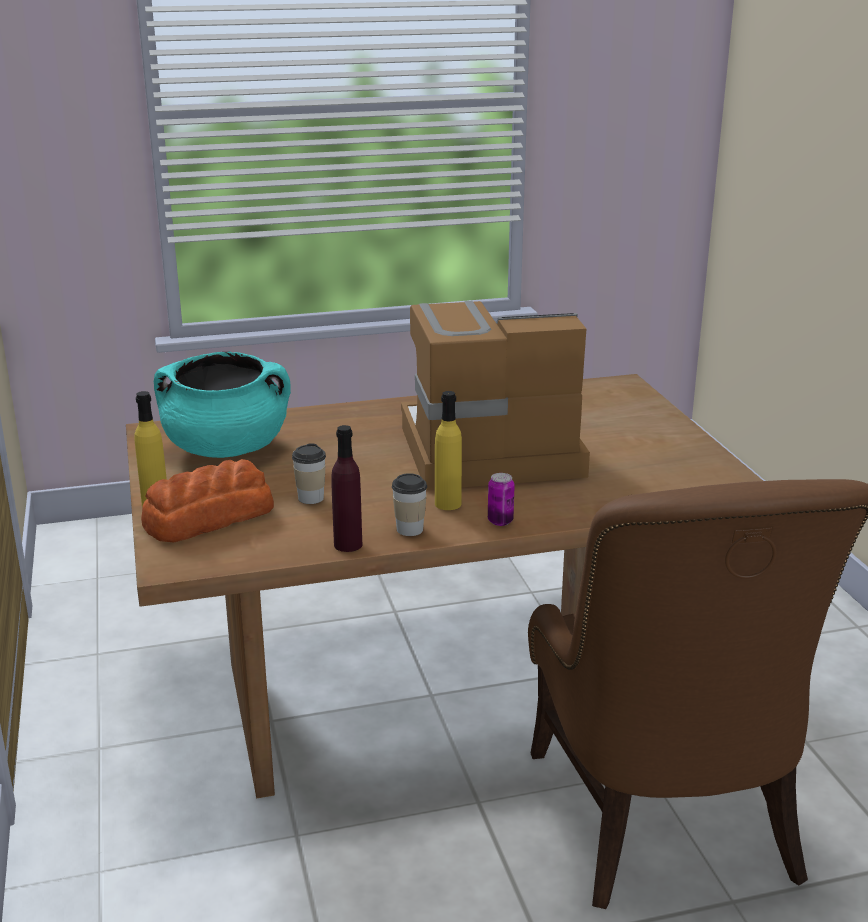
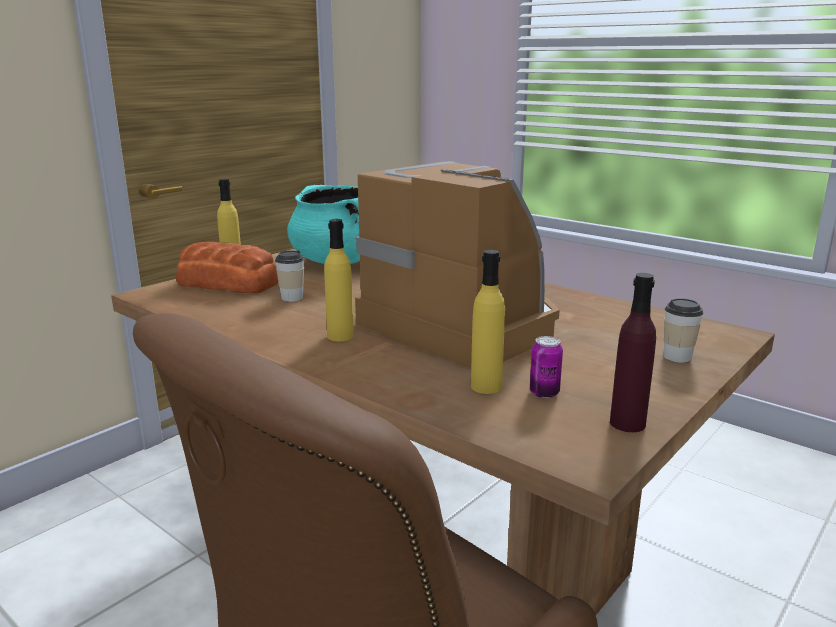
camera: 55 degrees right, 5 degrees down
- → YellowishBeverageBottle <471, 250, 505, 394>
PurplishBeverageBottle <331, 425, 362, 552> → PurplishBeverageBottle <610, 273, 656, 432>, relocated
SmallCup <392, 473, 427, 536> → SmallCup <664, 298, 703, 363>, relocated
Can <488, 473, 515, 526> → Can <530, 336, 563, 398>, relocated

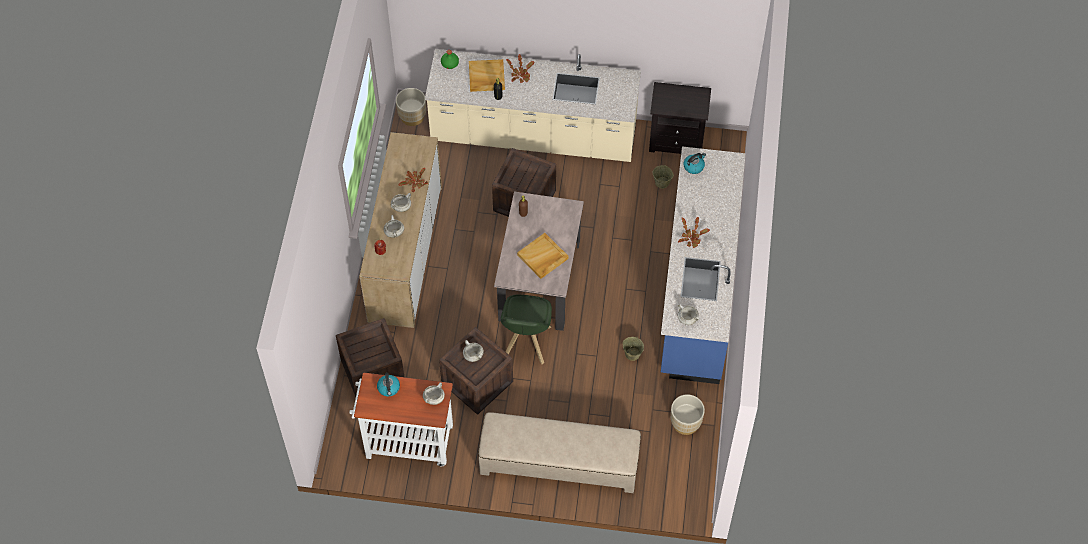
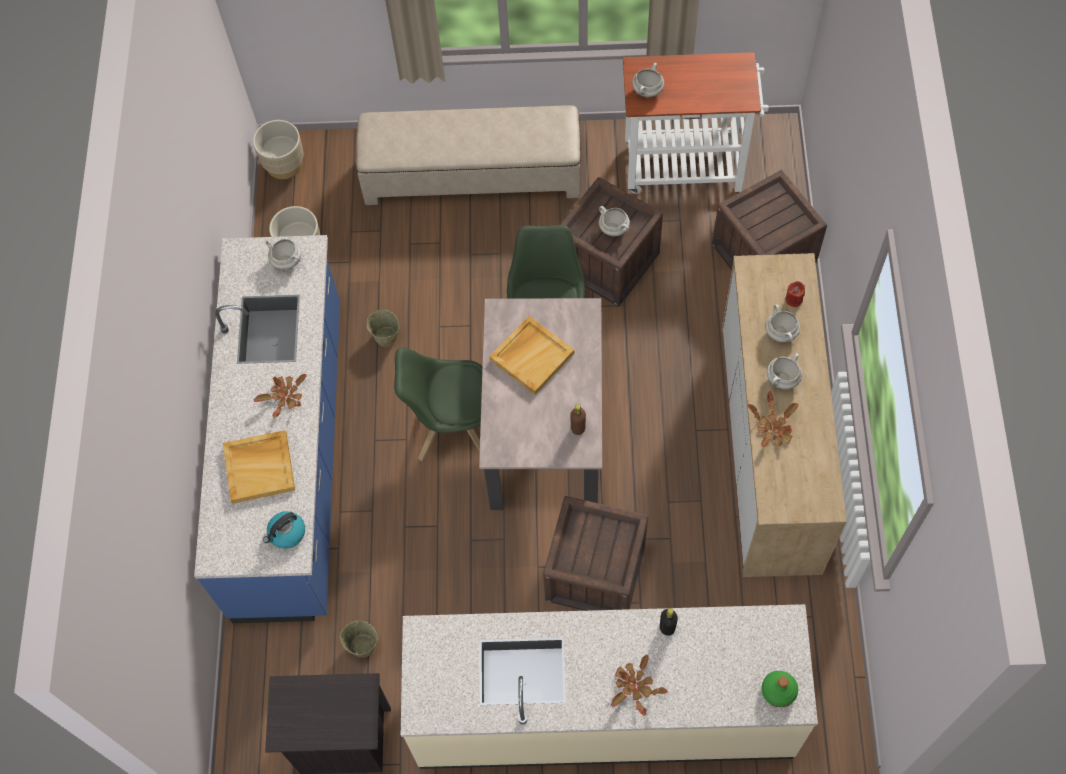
camera: 175 degrees right, 5 degrees up
Kettle <377, 373, 400, 396> → -
- → GreenColouredUprightChair <394, 348, 482, 461>
SandColouredFlowerPot <396, 88, 426, 126> → SandColouredFlowerPot <253, 120, 304, 179>, relocated
SandColouredCarryingTray <469, 59, 505, 92> → SandColouredCarryingTray <223, 430, 295, 504>, relocated

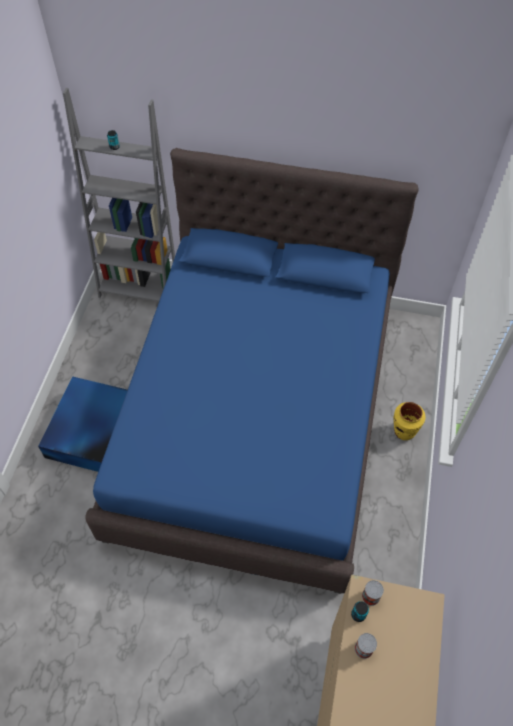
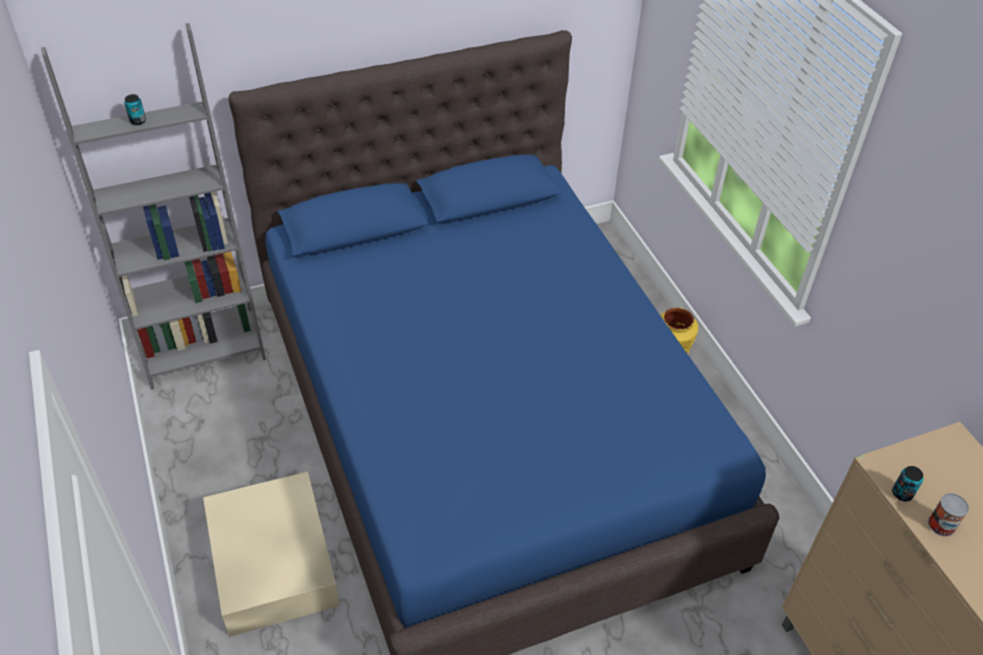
camera: 35 degrees left, 10 degrees down
Can <362, 580, 384, 606> → -
BlueColouredStorageContainer <38, 376, 128, 472> → SandColouredStorageContainer <203, 471, 340, 637>

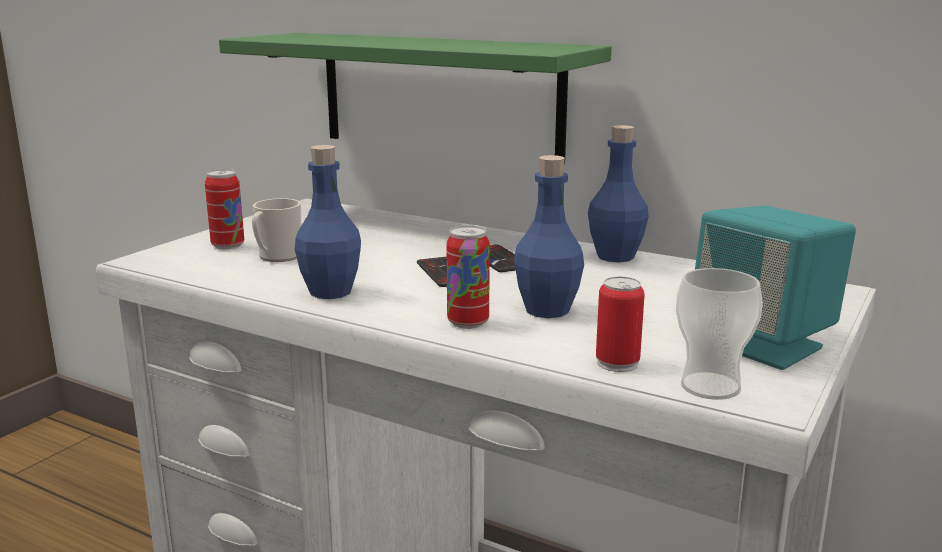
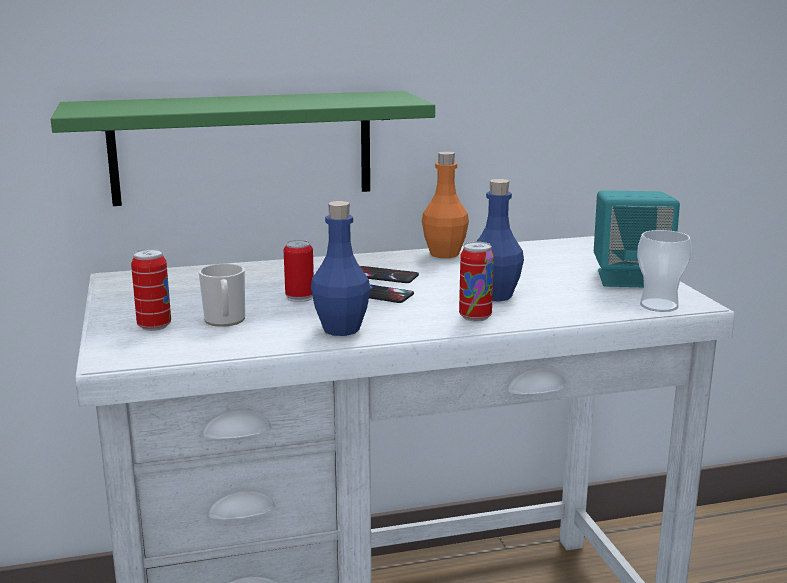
camera: 45 degrees left, 0 degrees up
Can <596, 276, 645, 372> → Can <284, 240, 314, 302>, relocated
BlueColouredBeverageBottle <588, 125, 649, 263> → OrangeBeverageBottle <422, 151, 469, 258>

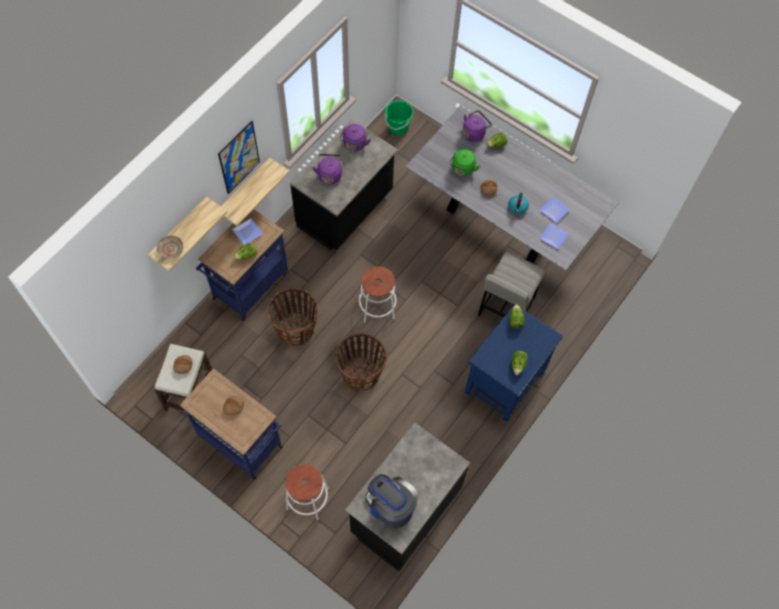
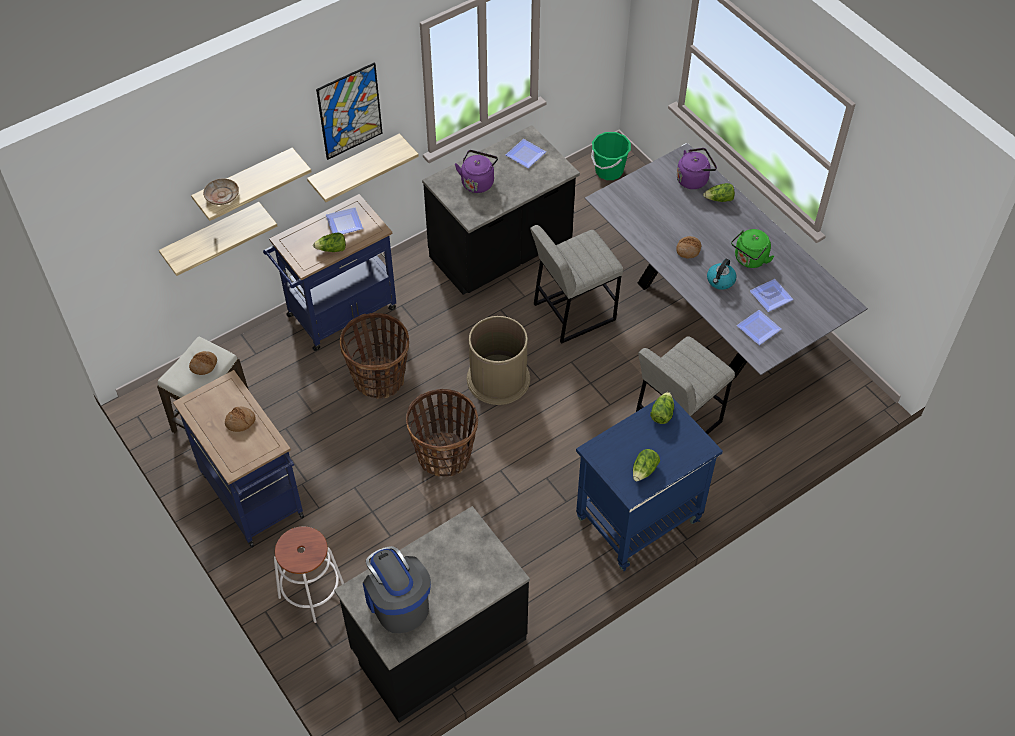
camera: 20 degrees right, 10 degrees down
- → Shelf <159, 202, 277, 276>
- → GreyishUprightChair <530, 225, 623, 344>
GreenColouredKettle <449, 149, 480, 176> → GreenColouredKettle <731, 229, 774, 268>, relocated
PurplishKettle <340, 124, 371, 151> → FlatDish <506, 139, 546, 168>
WhiteSittingStool <359, 266, 396, 323> → BrownRubbishBin <467, 316, 530, 405>

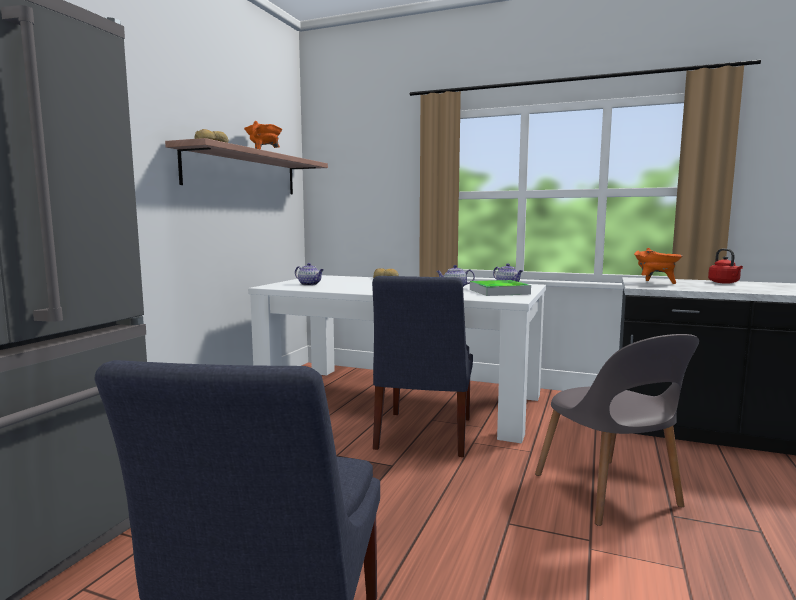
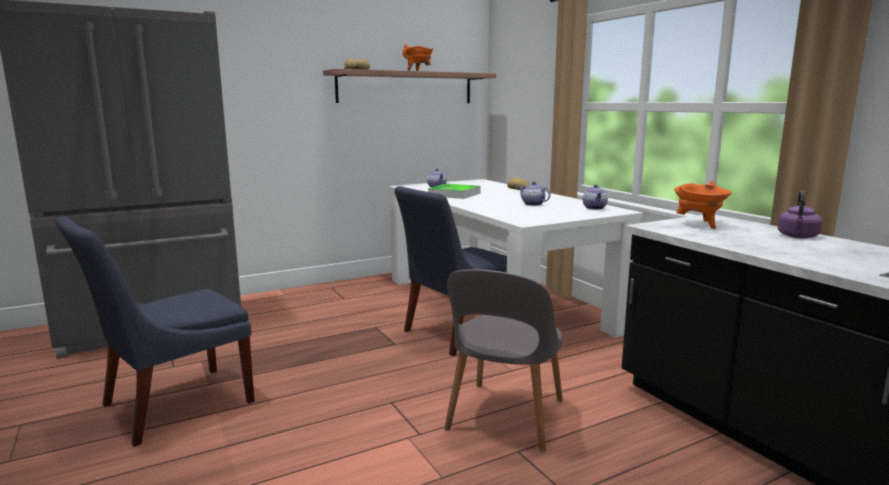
camera: 40 degrees right, 5 degrees up
CarryingTray <470, 280, 531, 296> → CarryingTray <428, 183, 481, 199>, relocated
RedKettle <708, 249, 743, 284> → PurplishKettle <778, 191, 822, 238>

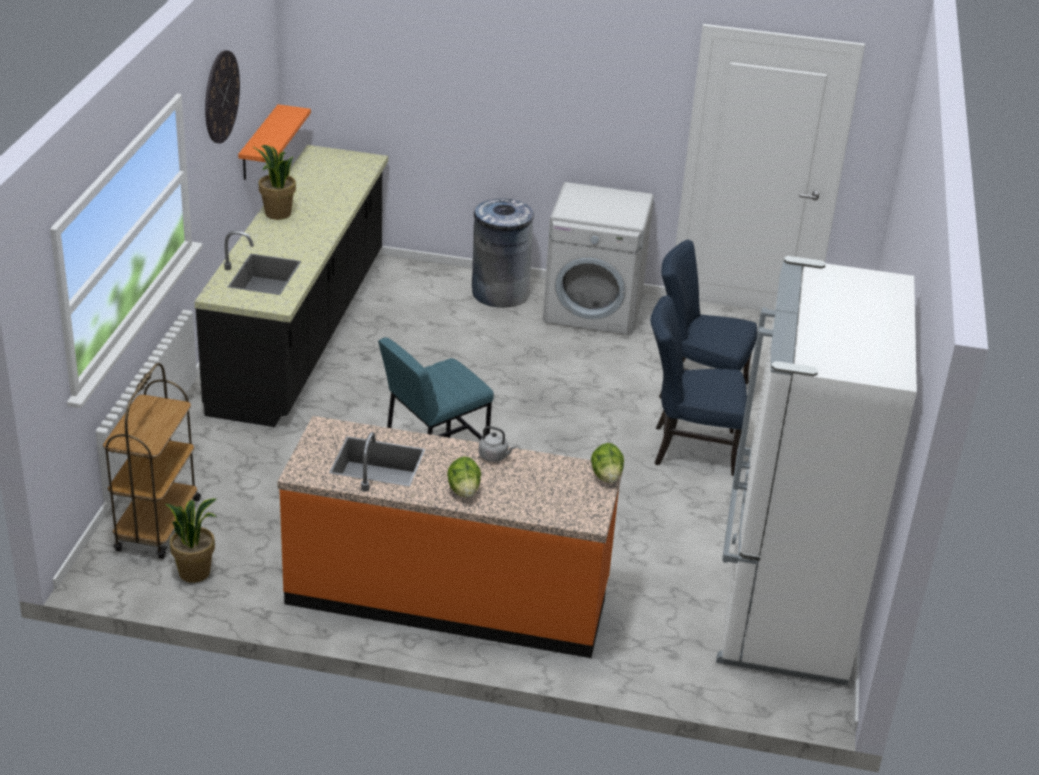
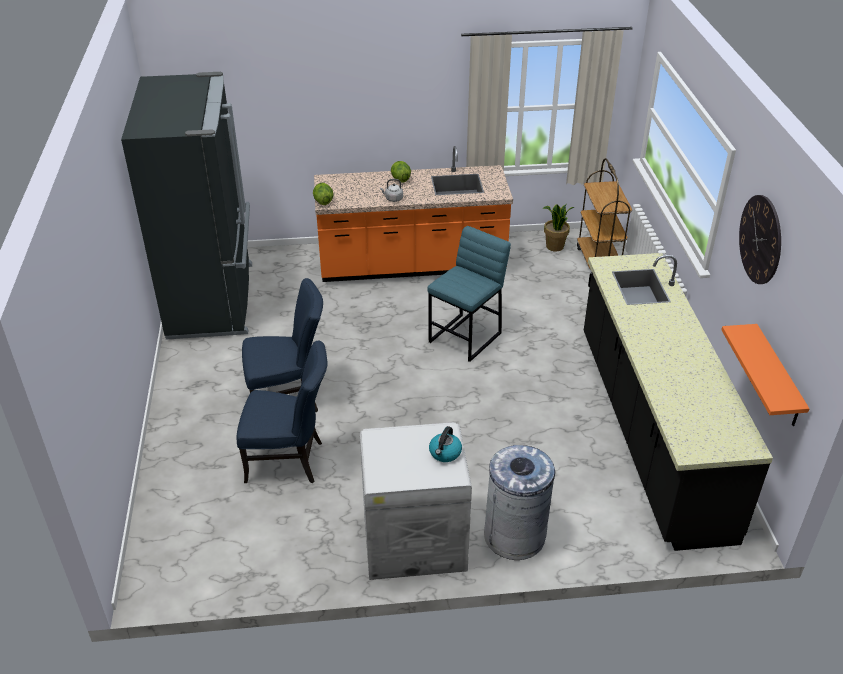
camera: 165 degrees right, 5 degrees up
PottedPlant <254, 145, 296, 220> → -
- → Kettle <429, 426, 462, 462>
WhiteFridge <716, 256, 917, 686> → BlackFridge <121, 72, 252, 340>

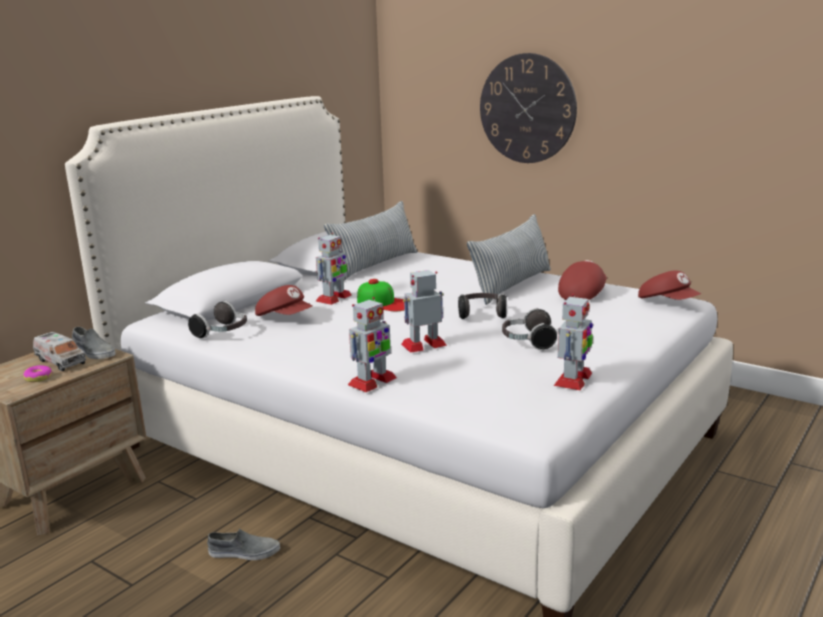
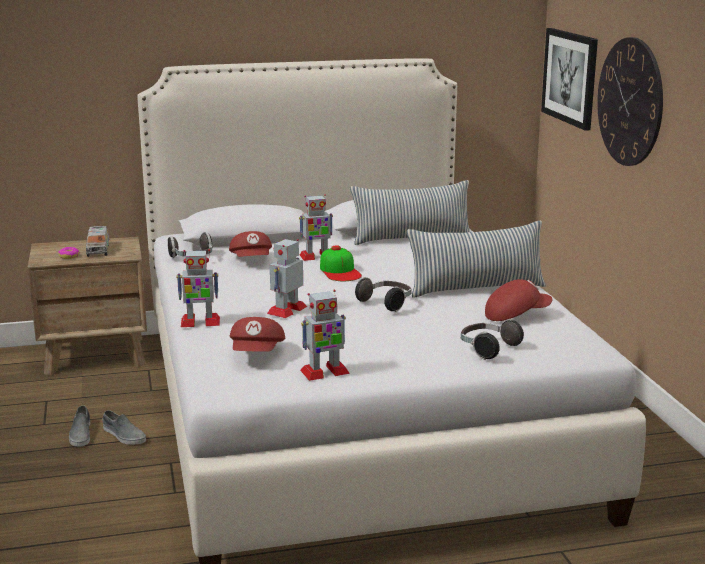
camera: 40 degrees right, 0 degrees up
- → Picture <541, 28, 598, 131>
GreyishLowShoe <72, 327, 116, 359> → GreyishLowShoe <69, 406, 90, 447>, relocated
Headset <502, 308, 557, 351> → Headset <461, 319, 524, 360>, relocated
RedCap <638, 270, 701, 300> → RedCap <230, 317, 285, 352>, relocated
ToyRobot <401, 270, 447, 353> → ToyRobot <267, 239, 307, 318>, 75 degrees counterclockwise

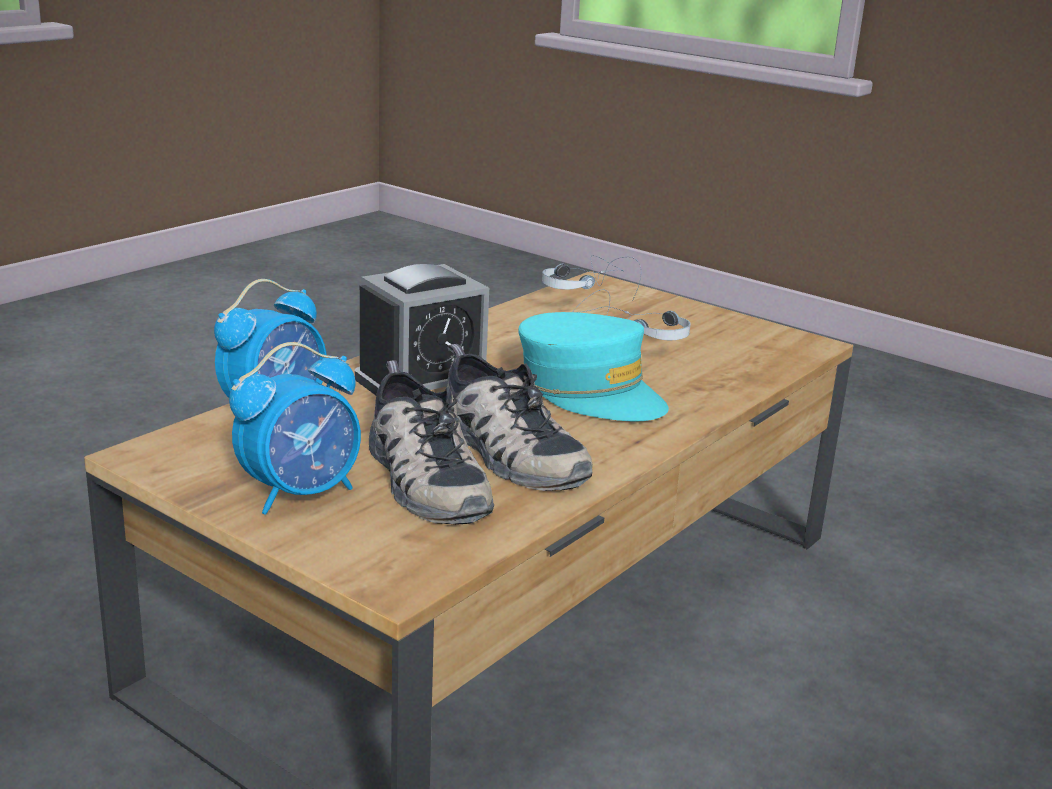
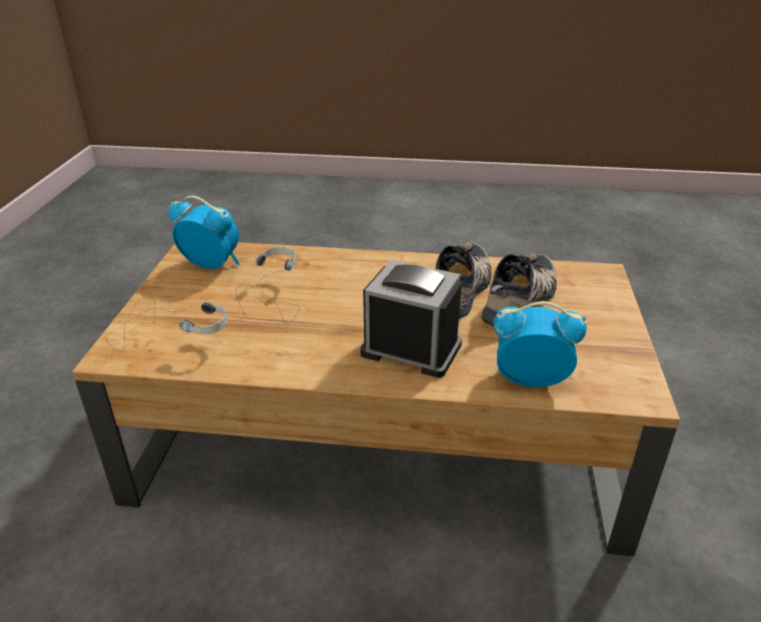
camera: 120 degrees left, 10 degrees up
BlueGreenCap <518, 312, 669, 421> → -
BedsideClock <229, 342, 361, 515> → BedsideClock <169, 196, 239, 269>, relocated

